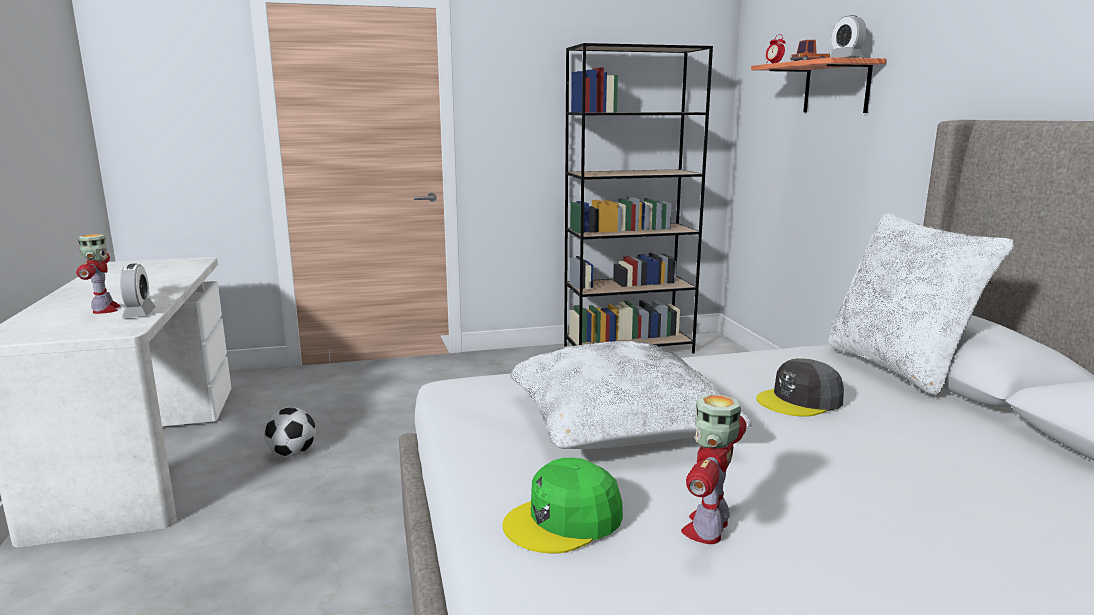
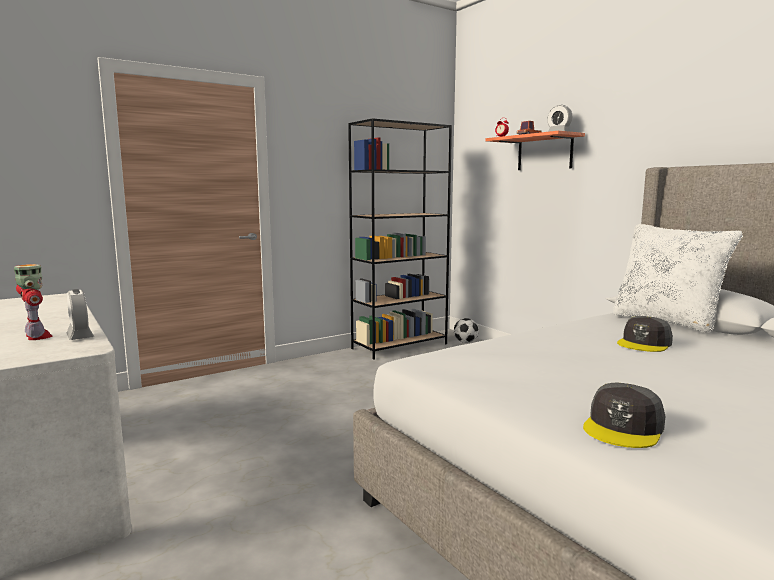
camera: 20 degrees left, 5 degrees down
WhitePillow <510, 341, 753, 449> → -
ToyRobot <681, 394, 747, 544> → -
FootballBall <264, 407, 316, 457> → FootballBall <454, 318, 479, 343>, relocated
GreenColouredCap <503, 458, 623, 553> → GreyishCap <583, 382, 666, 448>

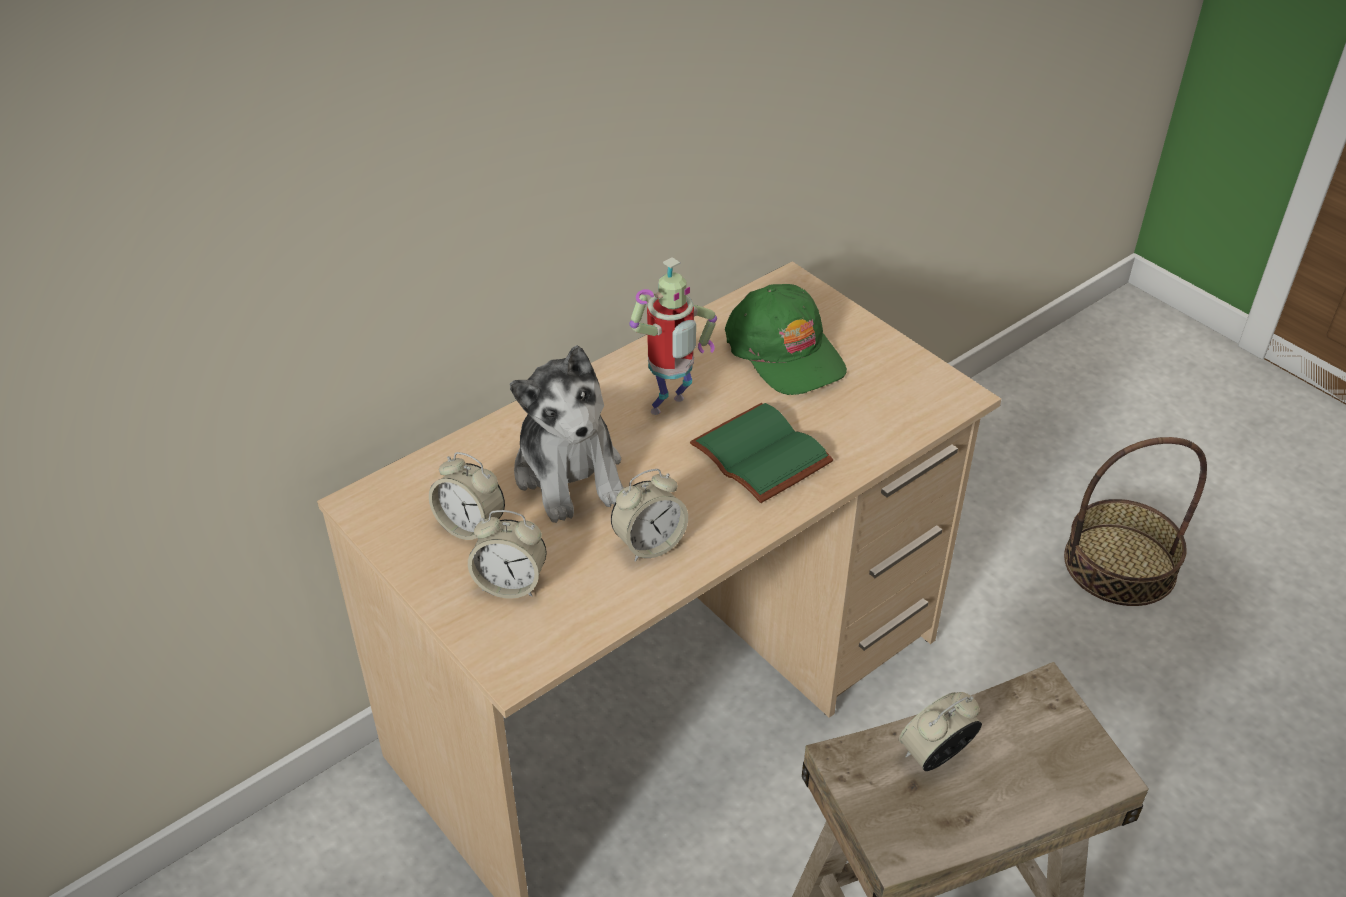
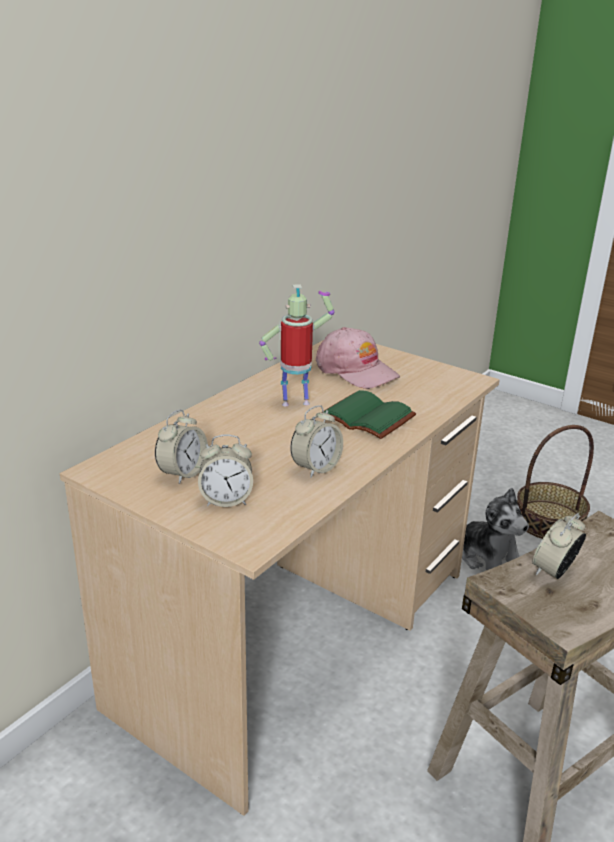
camera: 15 degrees left, 15 degrees down
CuddlyToy <510, 345, 624, 523> → CuddlyToy <462, 488, 529, 570>, relocated
GreenColouredCap <725, 284, 847, 395> → PinkCap <316, 327, 400, 389>
BedsideClock <429, 452, 505, 540> → BedsideClock <155, 409, 208, 484>, 75 degrees counterclockwise
ToyRobot <629, 257, 717, 415> → ToyRobot <259, 284, 334, 406>, 135 degrees counterclockwise

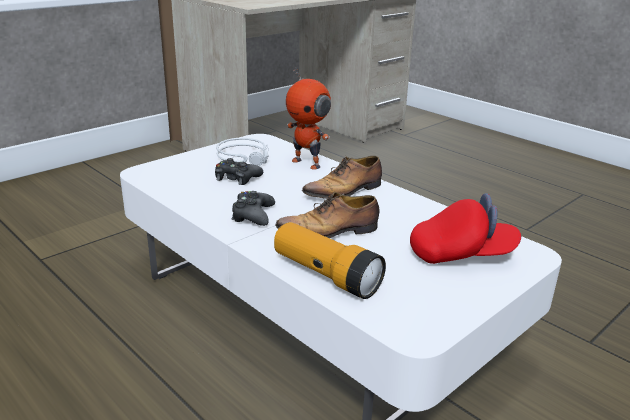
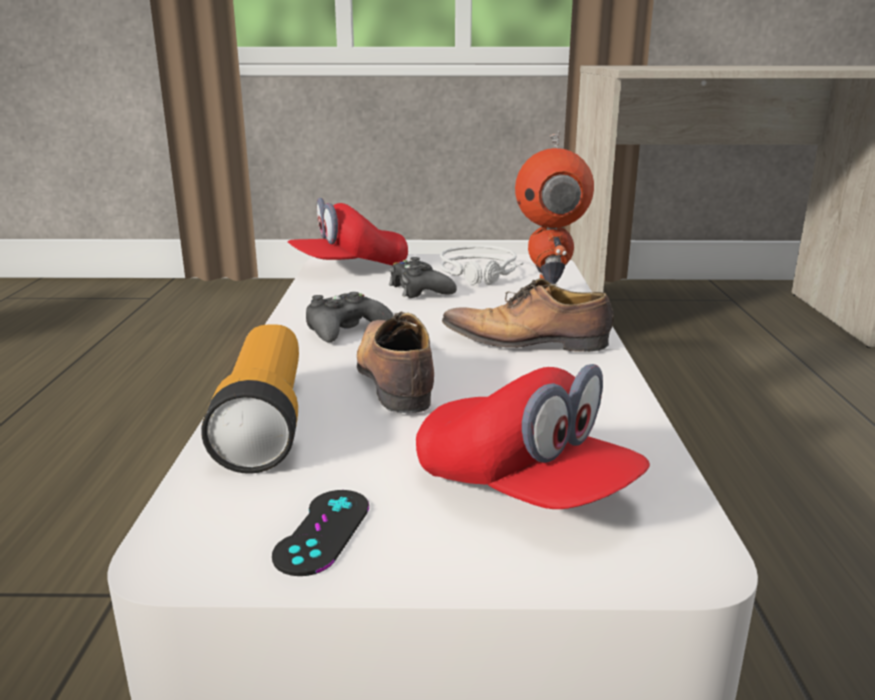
camera: 45 degrees right, 5 degrees down
- → BlackGameController <272, 490, 369, 576>
- → RedCap <288, 198, 408, 266>
LowShoe <275, 192, 380, 238> → LowShoe <357, 311, 434, 413>, 45 degrees clockwise

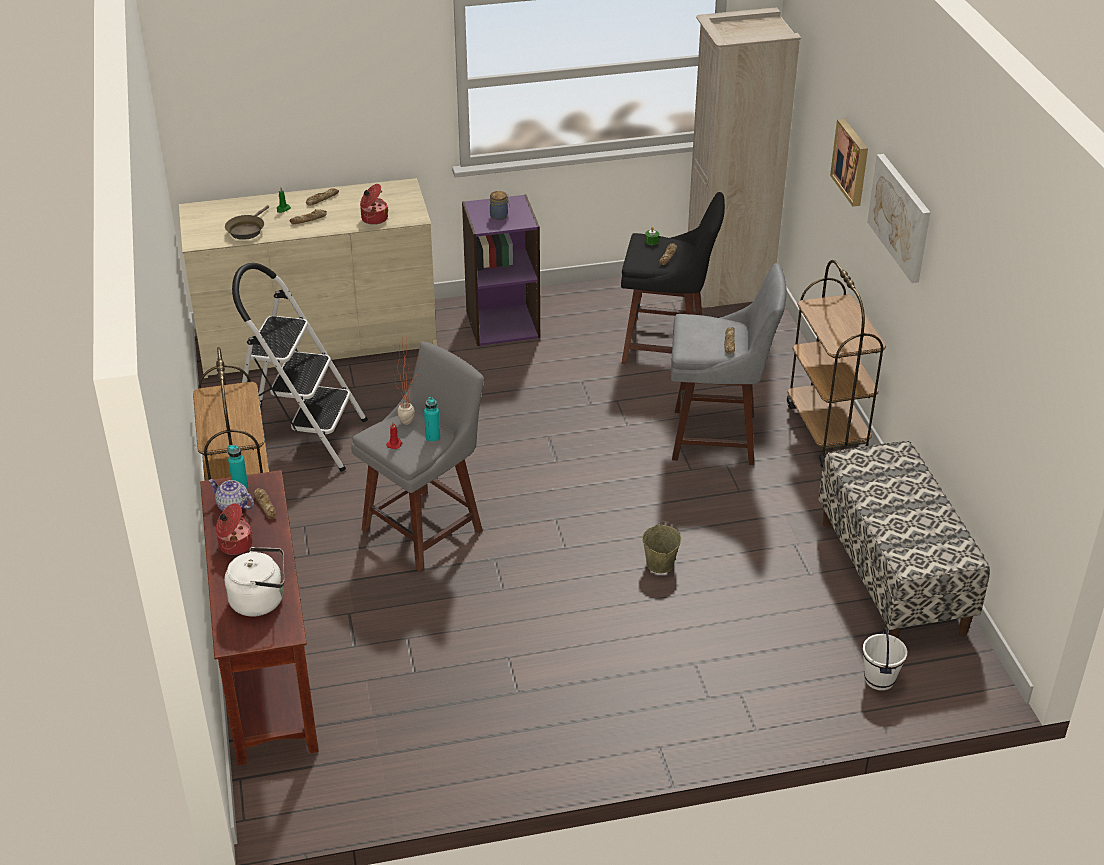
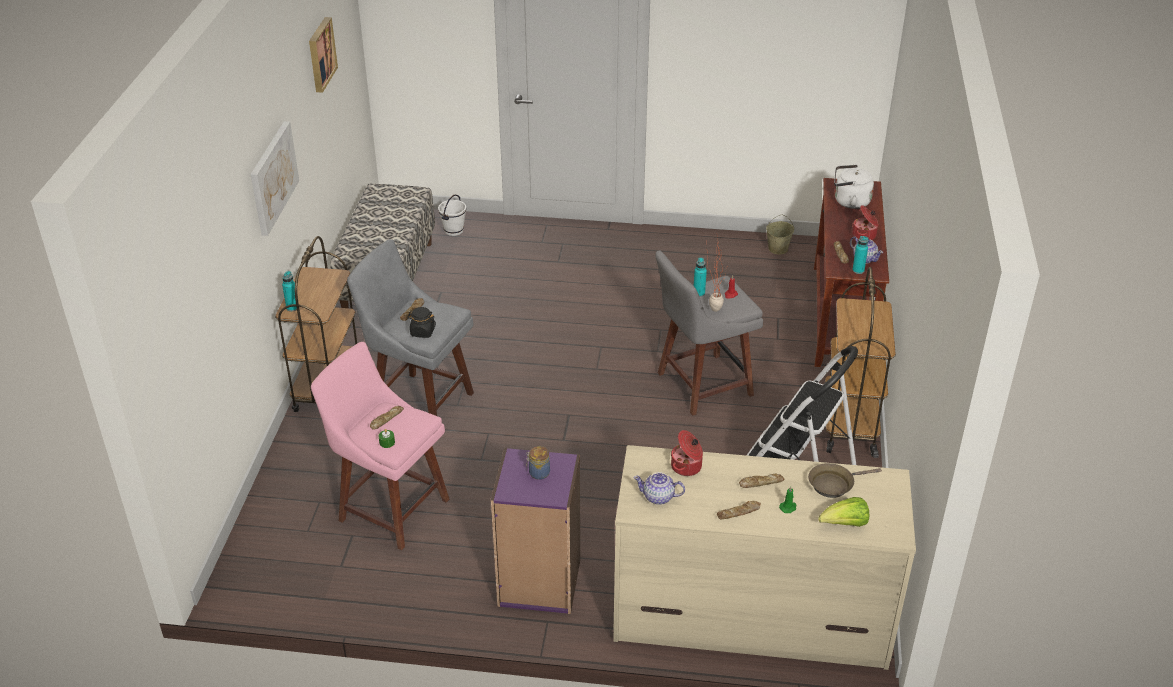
camera: 160 degrees left, 0 degrees up
SandColouredCupboard <688, 7, 801, 308> → -
- → BlueGreenBeverageBottle <282, 271, 297, 311>
- → BlackStorageJar <407, 307, 436, 338>
- → TeaPot <634, 472, 685, 505>
- → LettuceHead <818, 497, 869, 527>
SandColouredWaterBucket <642, 521, 681, 573> → SandColouredWaterBucket <766, 215, 794, 255>, relocated
Picture <830, 118, 868, 207> → Picture <309, 17, 338, 93>, relocated
BlackSittingStool <621, 192, 725, 364> → PinkSittingStool <311, 342, 449, 550>
BrownPan <225, 205, 269, 240> → BrownPan <808, 463, 882, 498>, 150 degrees counterclockwise

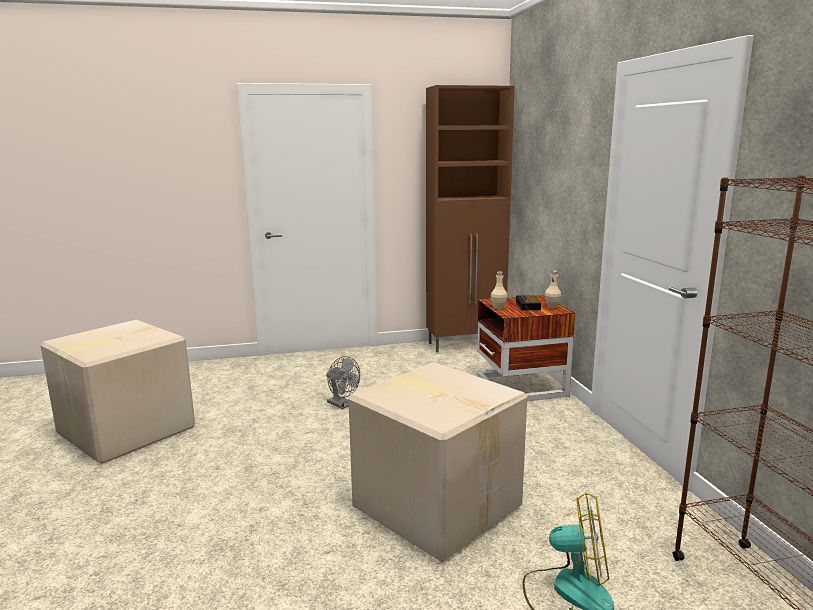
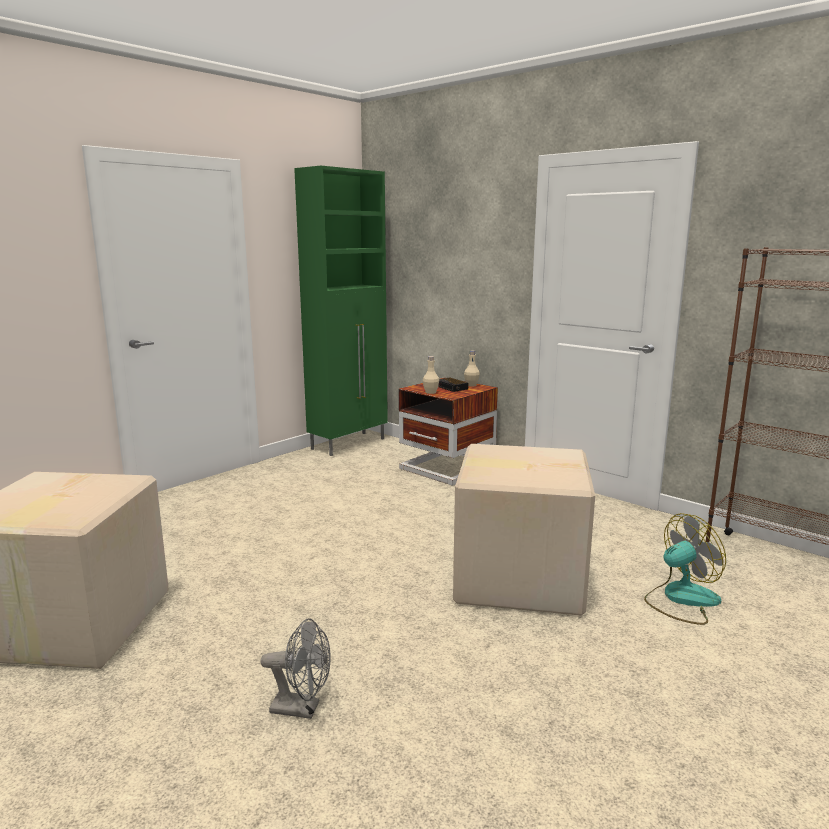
camera: 35 degrees left, 0 degrees up
GreyishCoolingFan <326, 356, 360, 409> → GreyishCoolingFan <260, 618, 331, 719>, relocated
BrownCupboard <426, 85, 515, 353> → GreenColouredCupboard <294, 166, 388, 456>

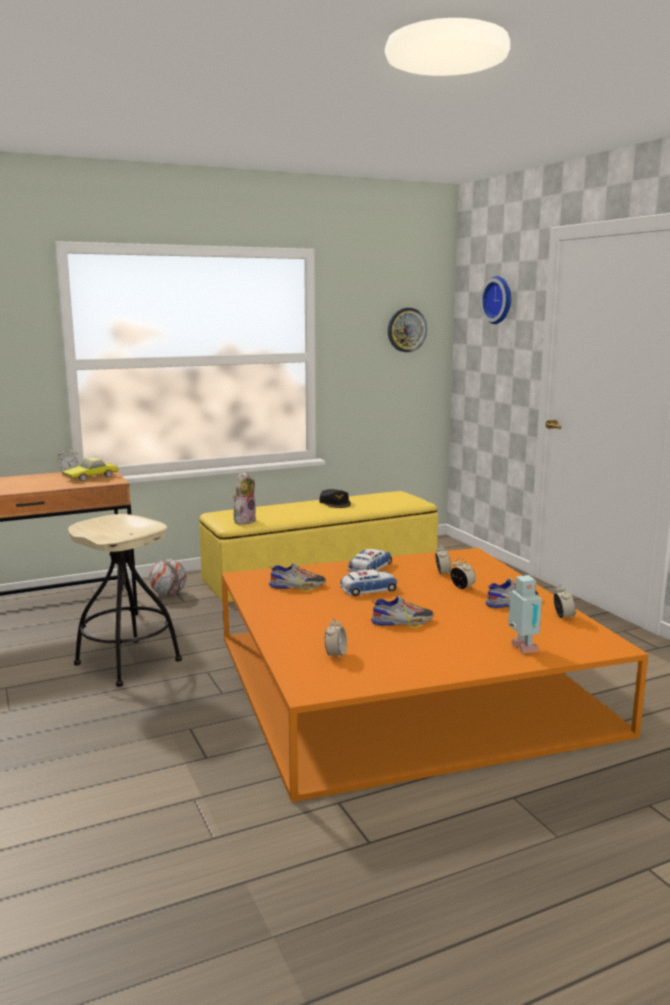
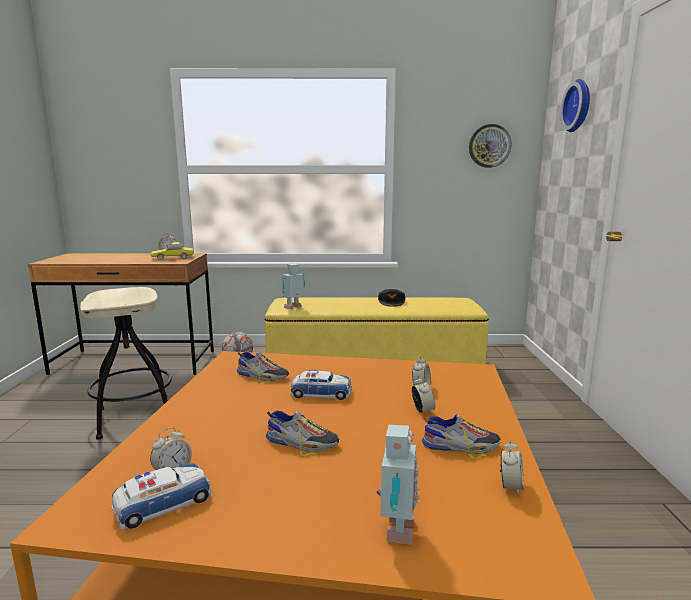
camera: 25 degrees right, 0 degrees up
MiniatureCar <348, 549, 392, 572> → MiniatureCar <111, 463, 211, 530>, relocated
CuddlyToy <233, 472, 256, 525> → ToyRobot <282, 263, 305, 309>

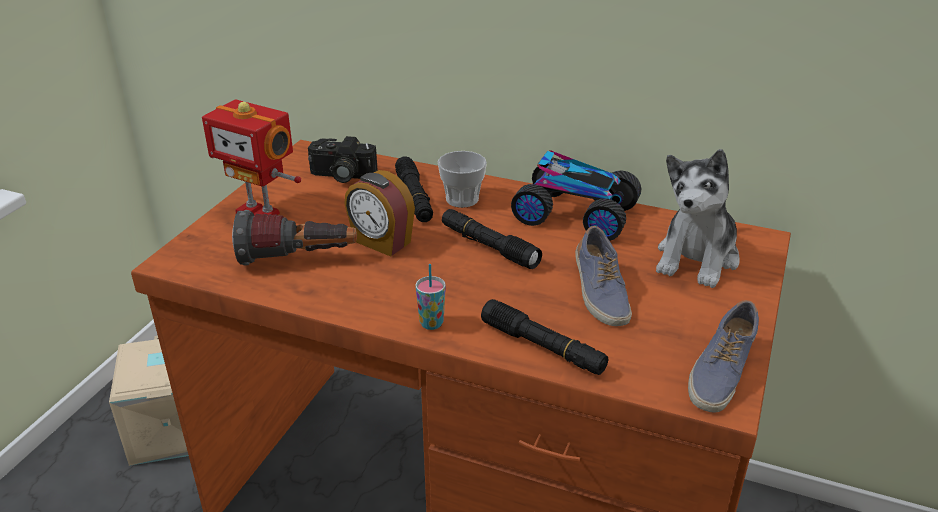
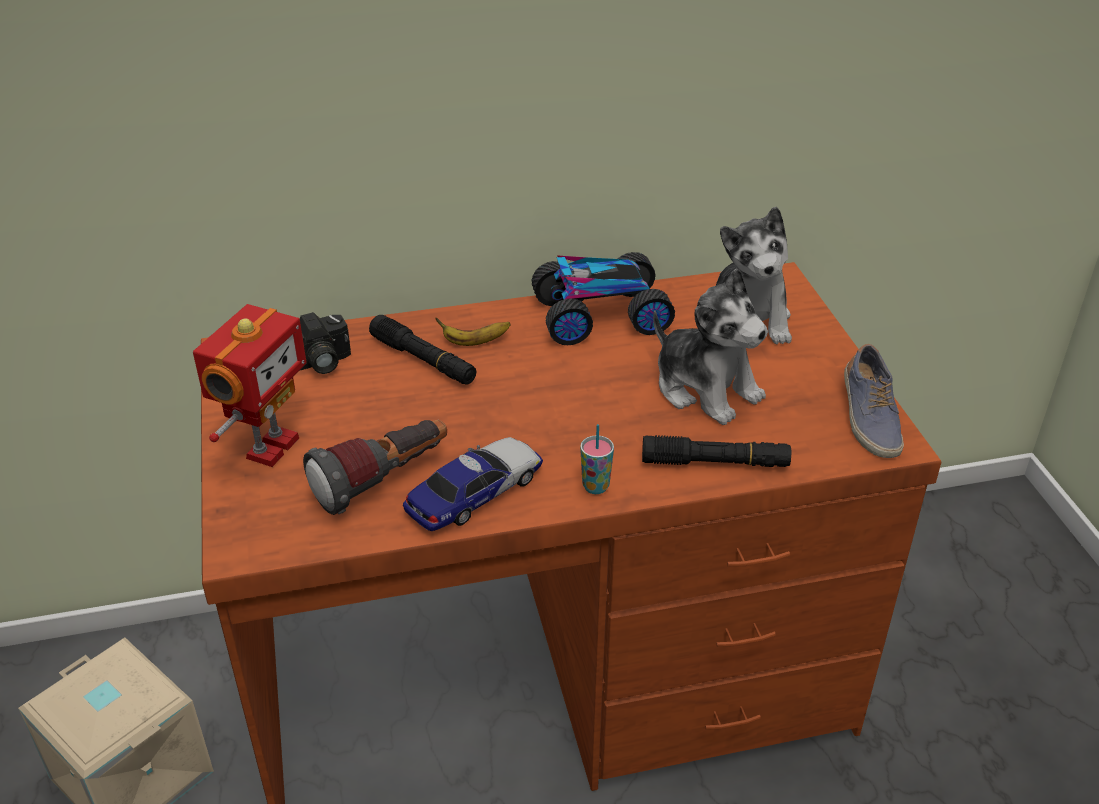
camera: 35 degrees left, 5 degrees up
BedsideClock <344, 170, 415, 257> → -
BlackTorch <442, 209, 542, 269> → -
- → MiniatureCar <403, 437, 543, 531>
SmallCup <437, 151, 487, 208> → Banana <435, 318, 511, 346>
LowShoe <575, 226, 632, 326> → CuddlyToy <653, 268, 768, 425>
ToyRobot <202, 99, 301, 216> → ToyRobot <193, 304, 307, 467>, 60 degrees counterclockwise

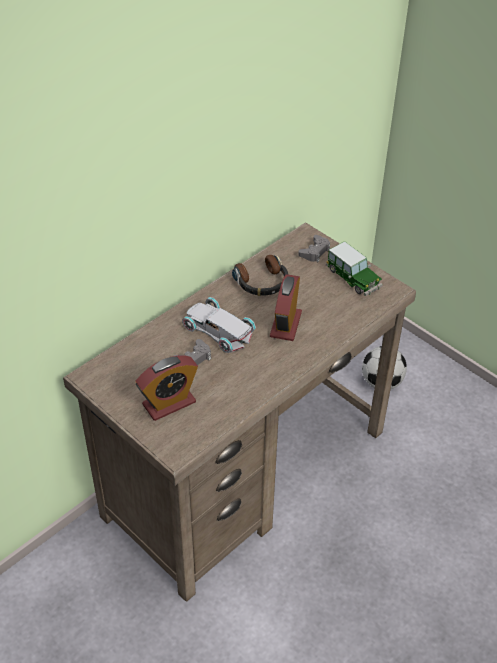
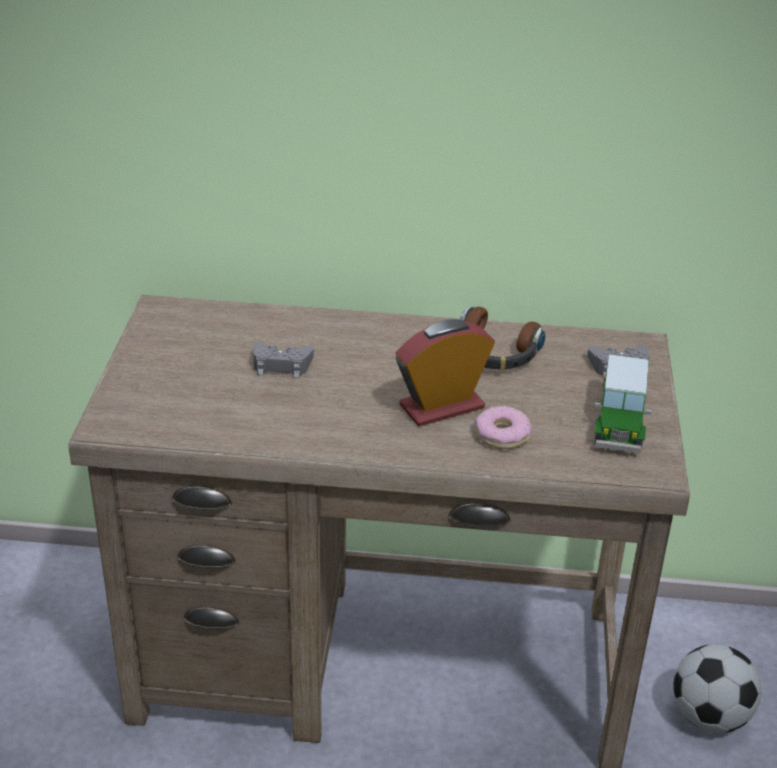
camera: 50 degrees right, 10 degrees down
BedsideClock <135, 355, 198, 421> → -
WhiteMiniatureCar <182, 297, 256, 353> → -
- → Donut <475, 406, 532, 449>

